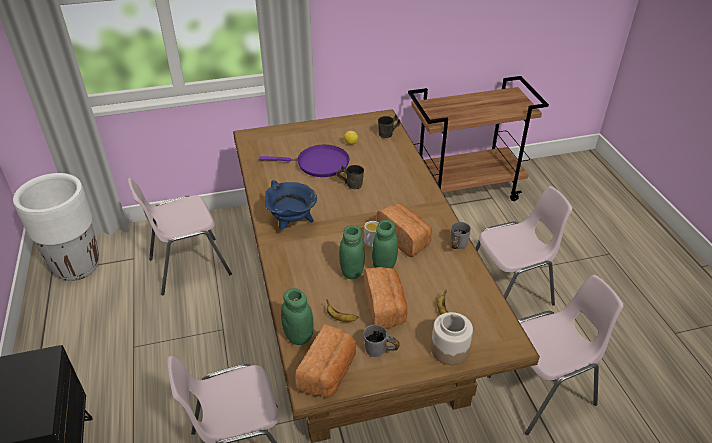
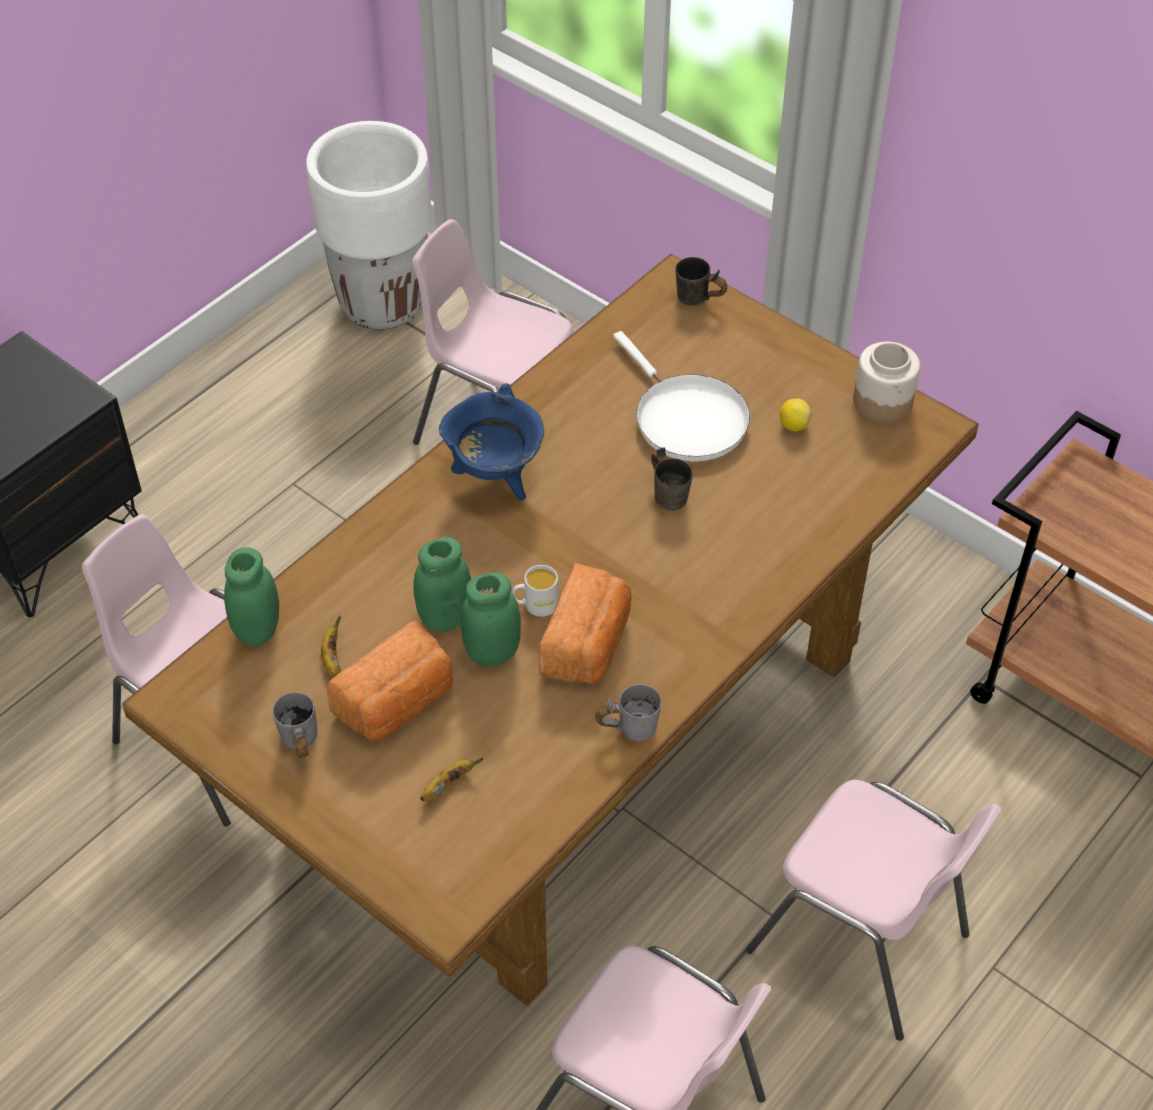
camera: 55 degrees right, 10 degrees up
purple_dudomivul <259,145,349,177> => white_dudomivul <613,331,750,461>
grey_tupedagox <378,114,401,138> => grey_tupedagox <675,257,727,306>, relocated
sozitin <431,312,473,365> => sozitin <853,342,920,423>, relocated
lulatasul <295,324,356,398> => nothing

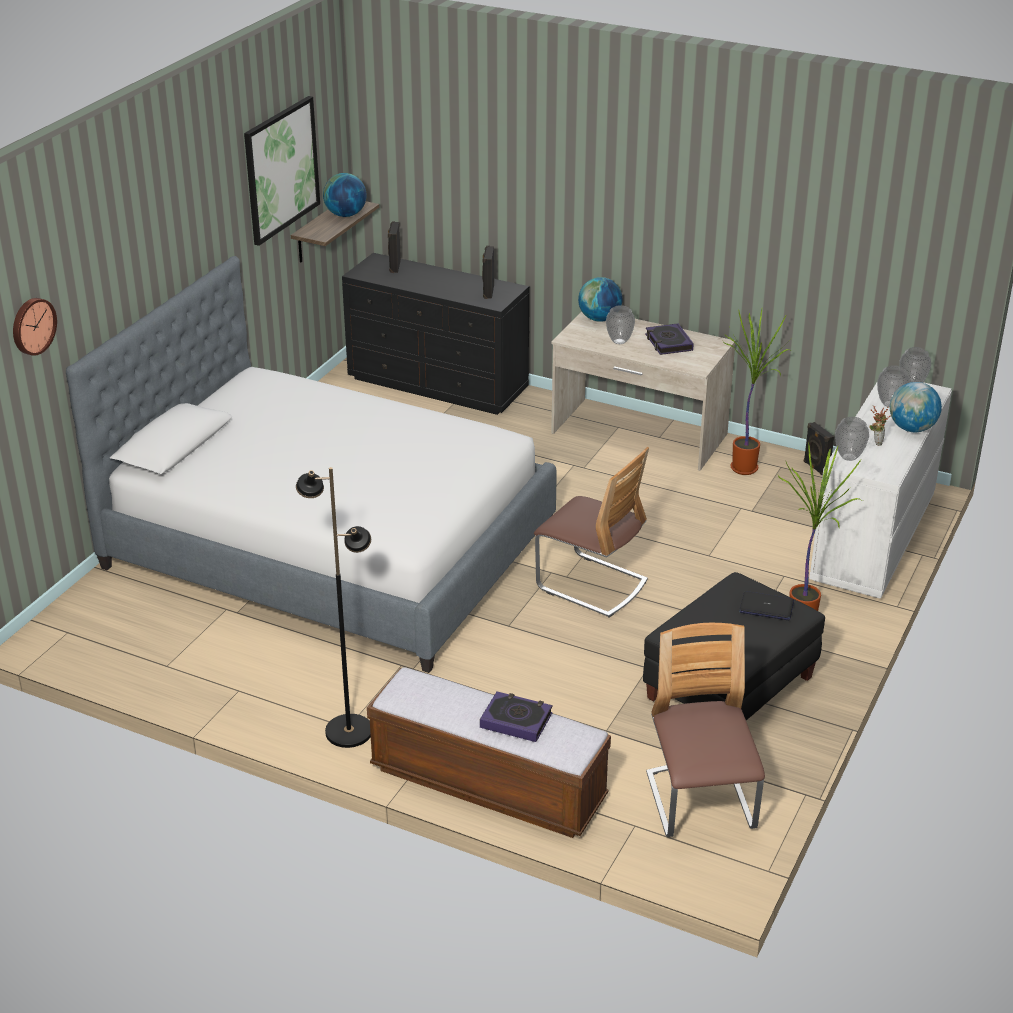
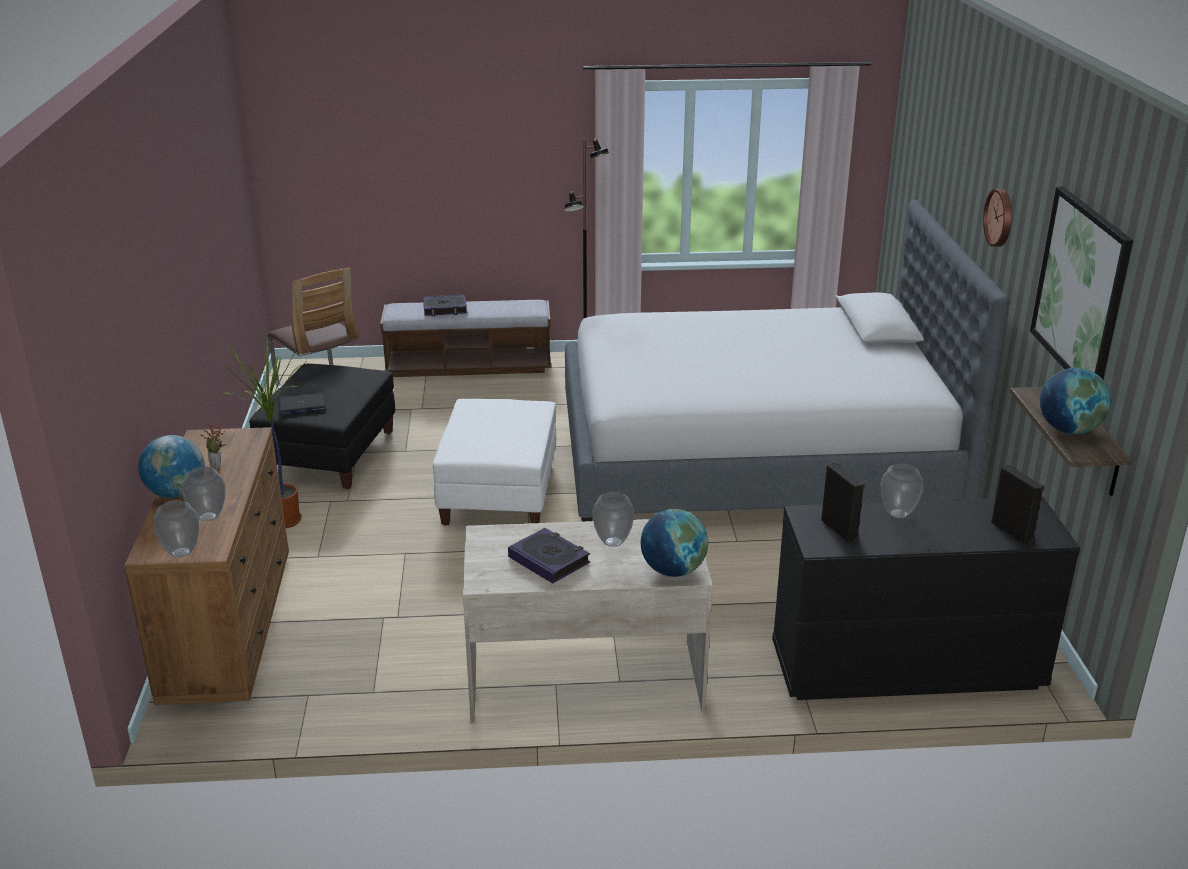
camera: 150 degrees right, 5 degrees down
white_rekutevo <809,382,952,599> => brown_rekutevo <124,427,289,705>
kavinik <534,447,649,617> => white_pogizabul <433,399,556,526>
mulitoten <835,417,869,461> => mulitoten <881,463,924,518>, relocated
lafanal <13,298,57,356> => lafanal <983,189,1012,247>, relocated
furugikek <722,309,793,475> => nothing
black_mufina <804,422,834,475> => nothing

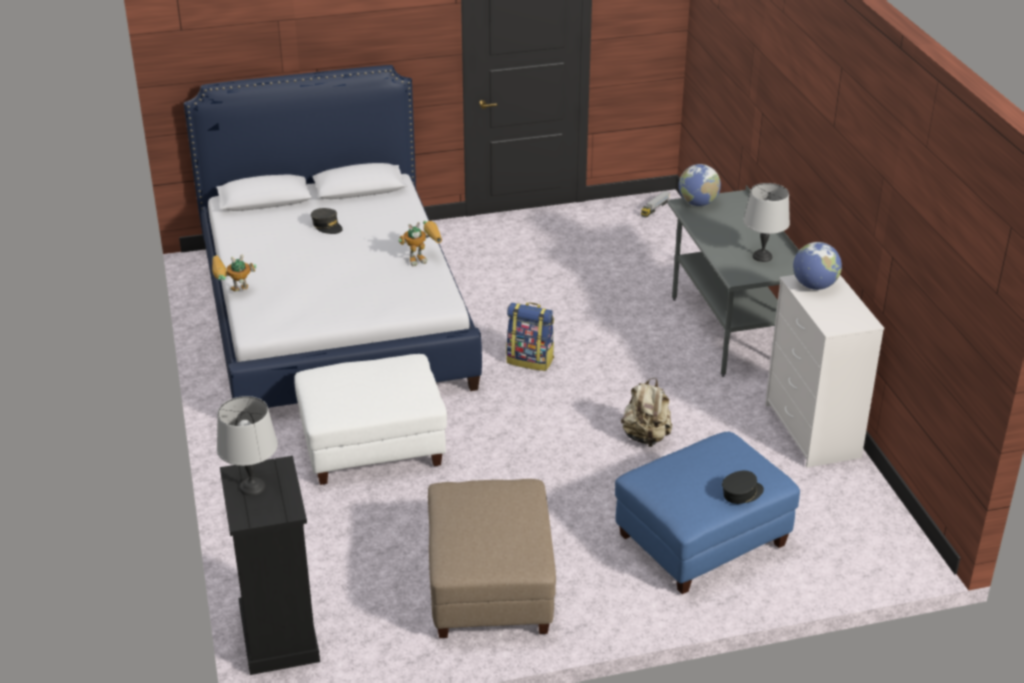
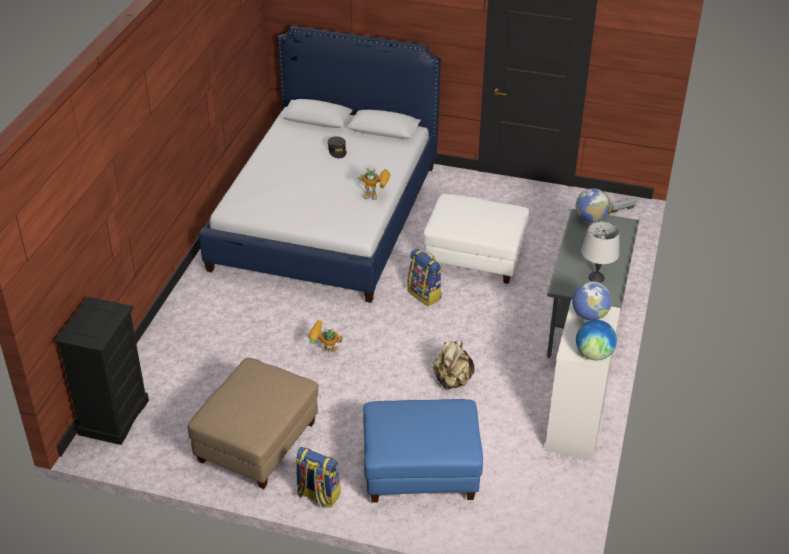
camera: 30 degrees right, 5 degrees up
nothing => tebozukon <295,447,341,508>
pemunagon <212,255,256,291> => pemunagon <308,320,344,352>, relocated
white_pogizabul <294,354,447,485> => white_pogizabul <423,194,530,284>, relocated
nothing => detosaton <576,320,617,360>
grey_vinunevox <217,396,278,496> => nothing
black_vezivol <722,471,764,504> => nothing

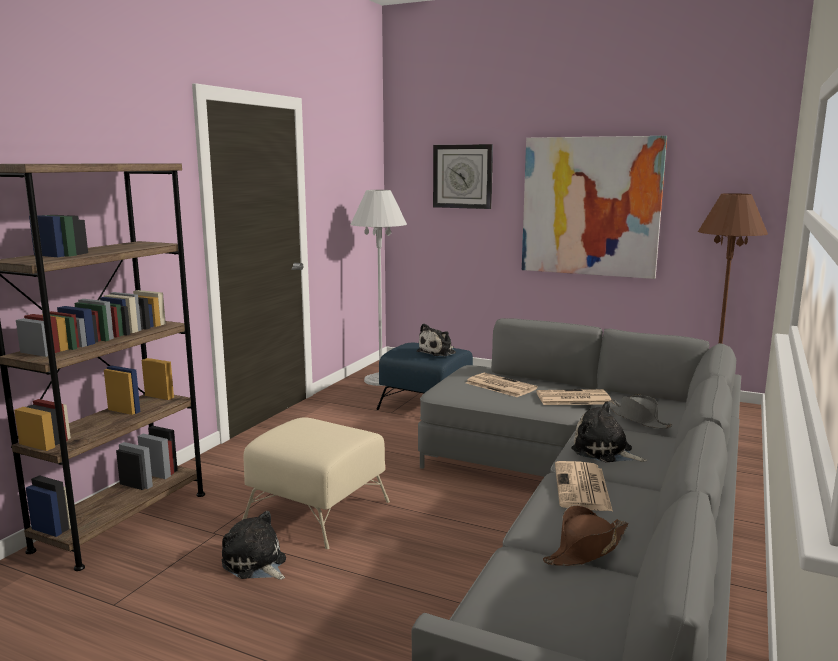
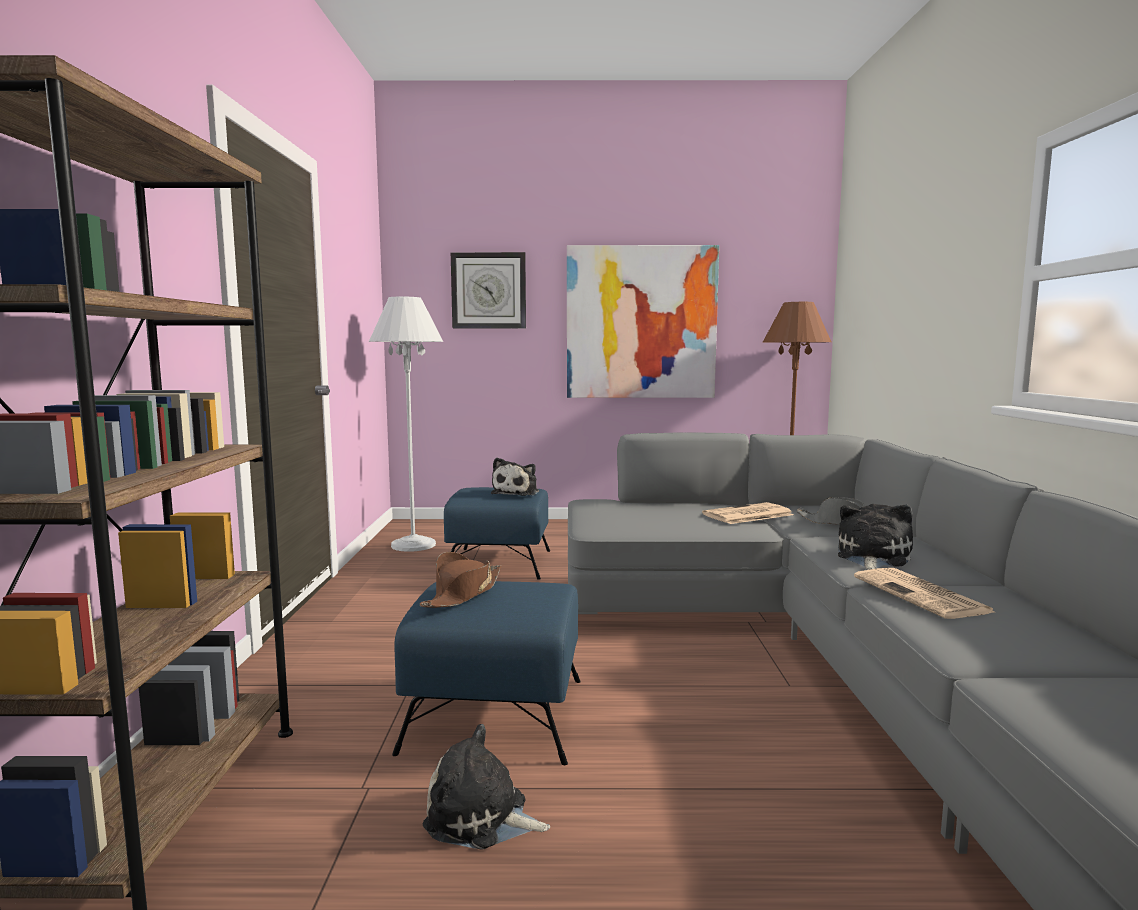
camera: 25 degrees left, 5 degrees down
beige_pogizabul <242,417,390,549> => blue_pogizabul <392,581,581,765>
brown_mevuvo <543,505,628,566> => brown_mevuvo <420,552,501,608>, relocated
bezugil <571,401,647,463> => bezugil <838,504,913,570>, 105 degrees clockwise
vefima <466,373,538,397> => nothing

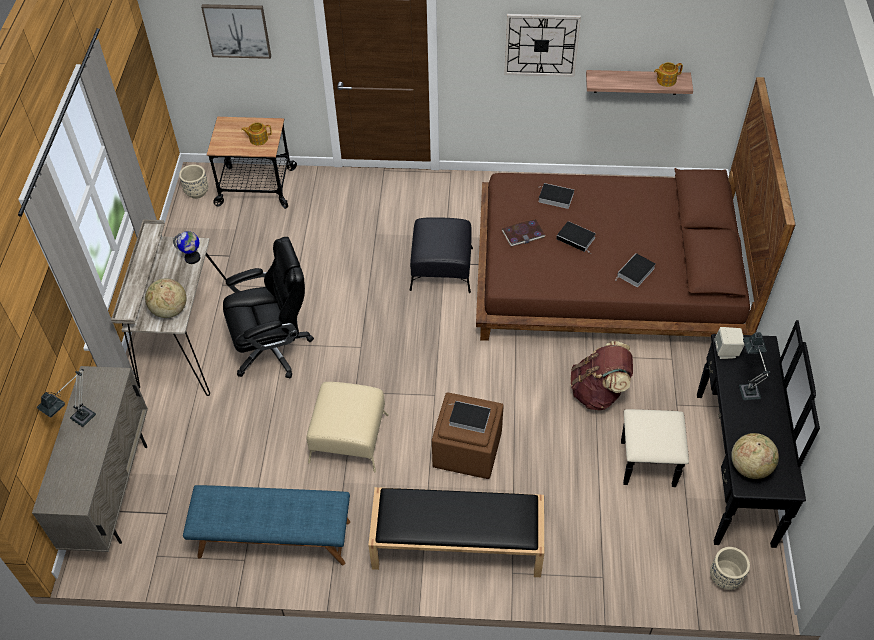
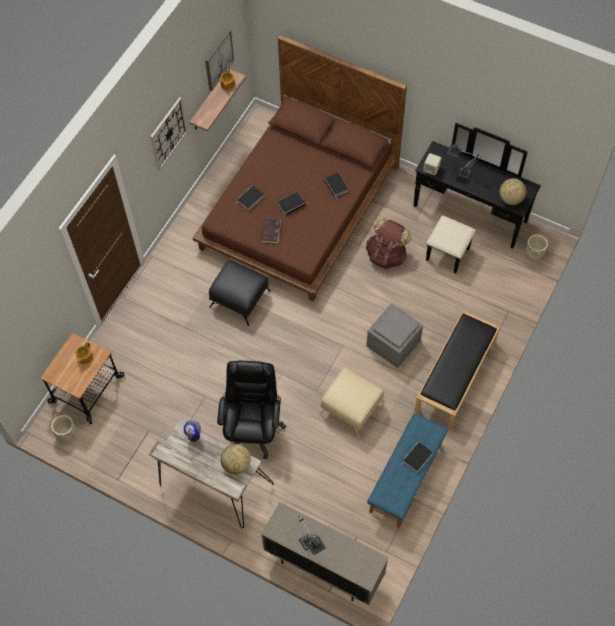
camera: 65 degrees left, 10 degrees up
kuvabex <201,4,271,59> => kuvabex <205,30,234,91>, relocated
brown_pogizabul <432,393,504,479> => grey_pogizabul <367,304,423,368>
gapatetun <449,401,490,433> => gapatetun <401,442,433,472>, relocated

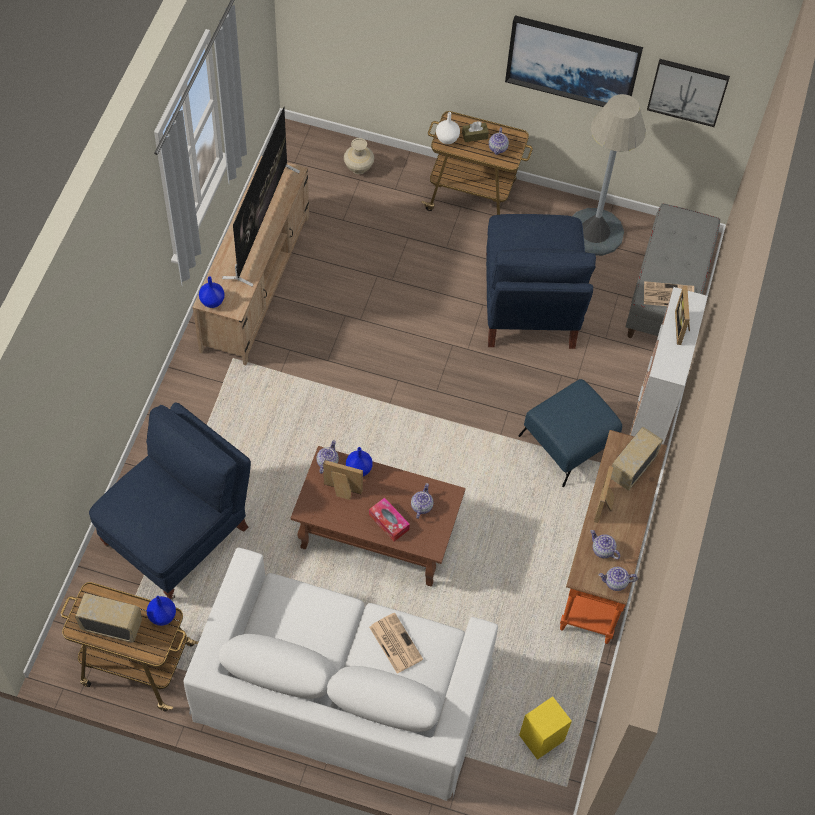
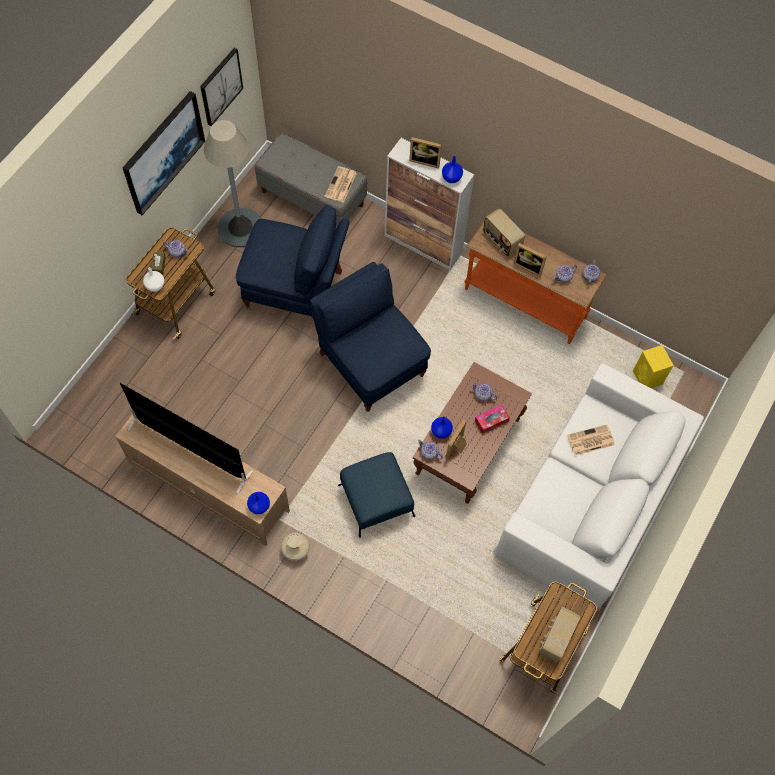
camera: 75 degrees left, 5 degrees up
beige_mulitoten <344,138,374,174> => beige_mulitoten <281,533,310,561>, relocated
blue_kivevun <89,403,251,600> => blue_kivevun <310,262,431,412>, relocated
blue_pogizabul <518,379,622,487> => blue_pogizabul <338,452,415,538>, relocated
blue_mulitoten <147,596,176,626> => blue_mulitoten <442,156,463,183>, relocated

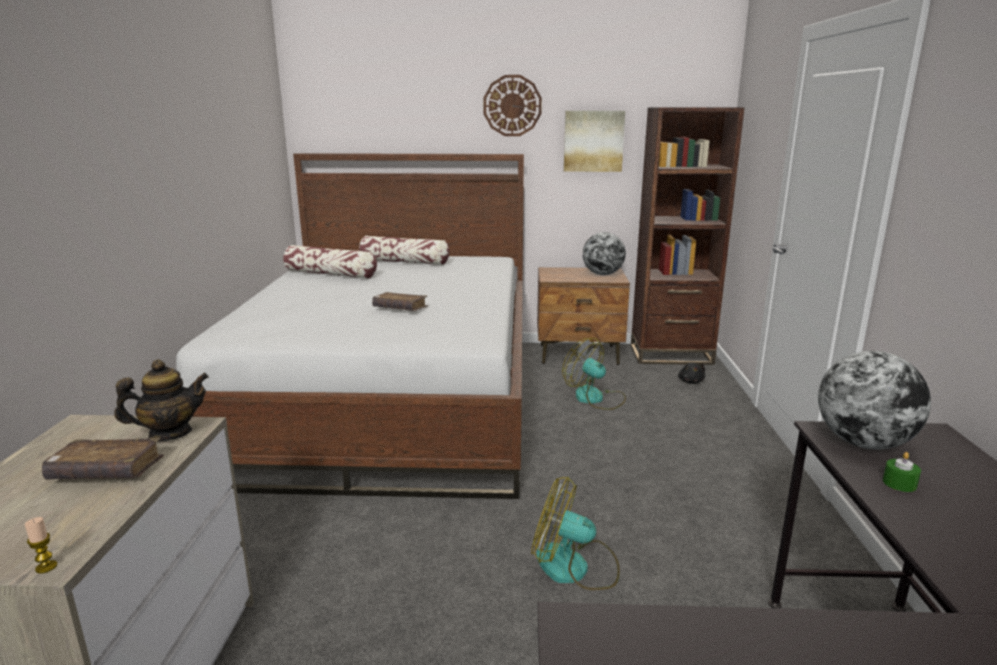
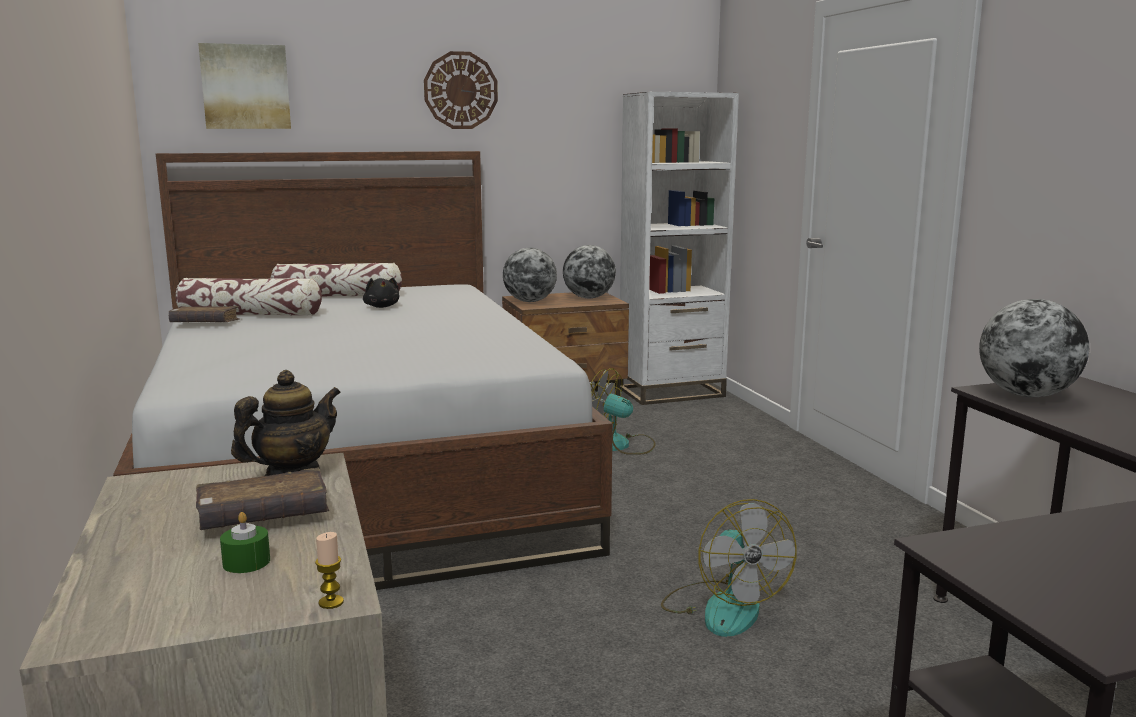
camera: 20 degrees left, 5 degrees down
brown_gapatetun <372,292,428,311> => brown_gapatetun <169,306,240,322>, relocated
kuvabex <564,111,625,172> => kuvabex <198,43,291,129>, relocated
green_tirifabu <883,452,921,492> => green_tirifabu <220,512,270,573>, relocated
black_bezugil <678,363,705,384> => black_bezugil <363,277,399,308>, relocated
nothing => detosaton <503,248,557,302>
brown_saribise <631,107,744,365> => white_saribise <619,92,739,405>
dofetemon <531,477,620,590> => dofetemon <661,499,797,637>, 105 degrees counterclockwise

